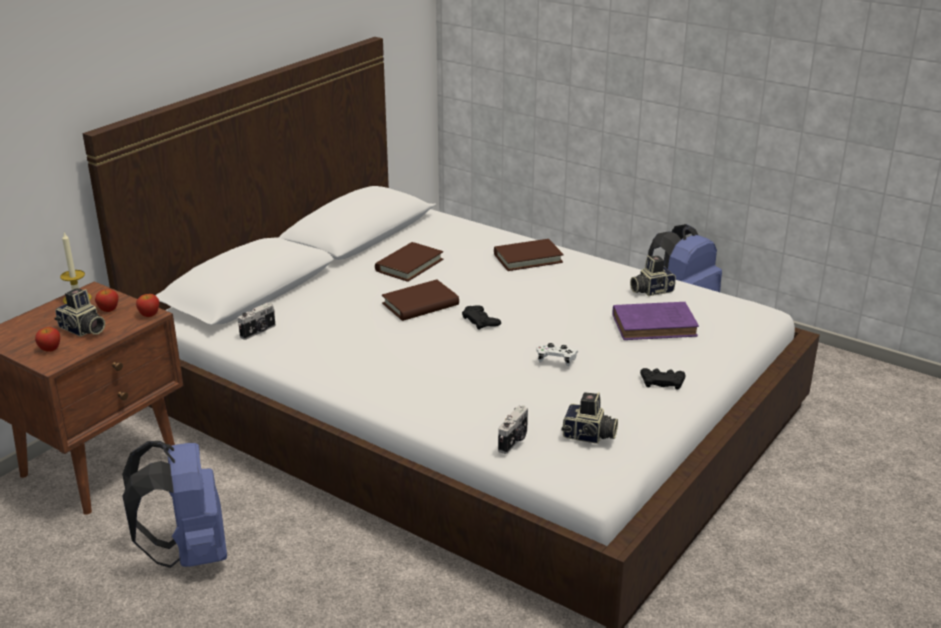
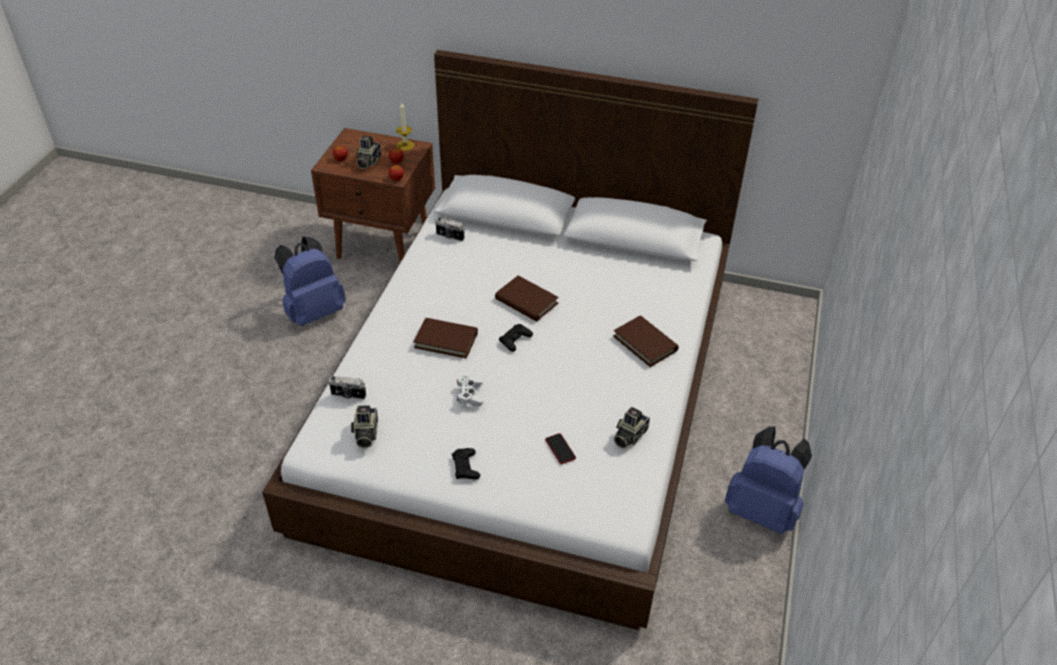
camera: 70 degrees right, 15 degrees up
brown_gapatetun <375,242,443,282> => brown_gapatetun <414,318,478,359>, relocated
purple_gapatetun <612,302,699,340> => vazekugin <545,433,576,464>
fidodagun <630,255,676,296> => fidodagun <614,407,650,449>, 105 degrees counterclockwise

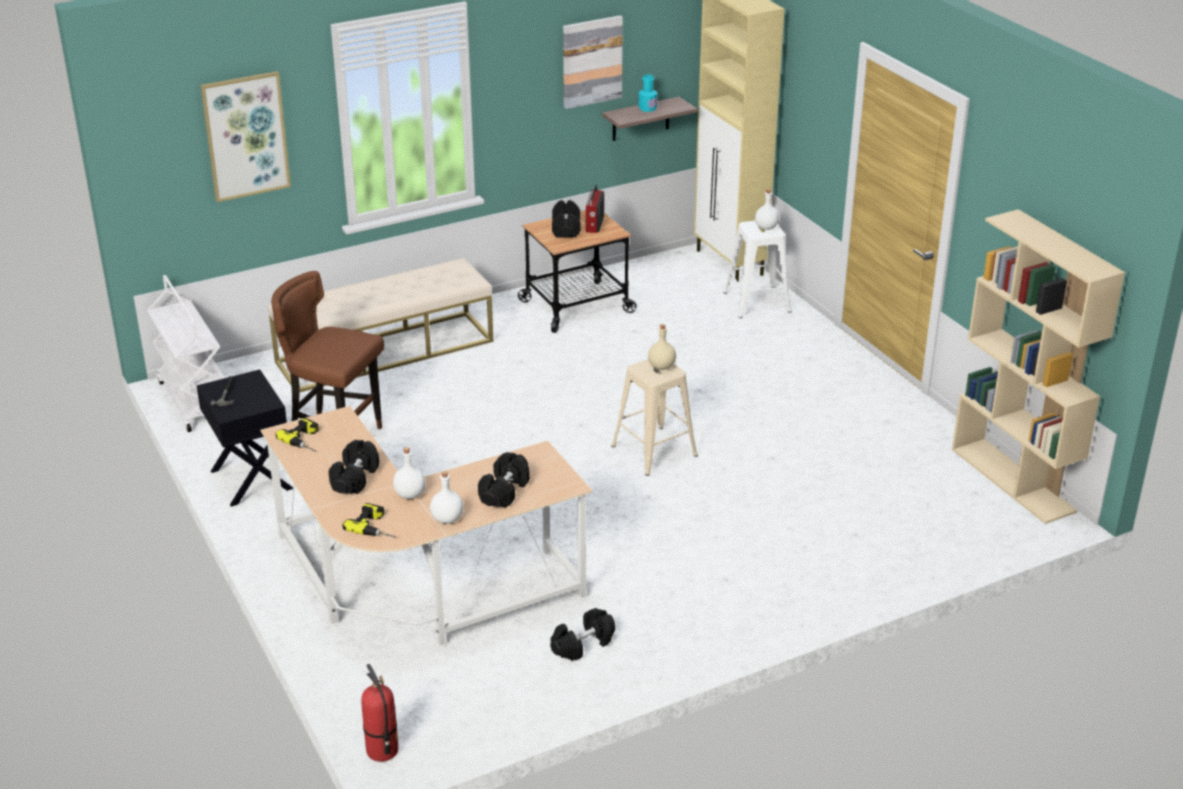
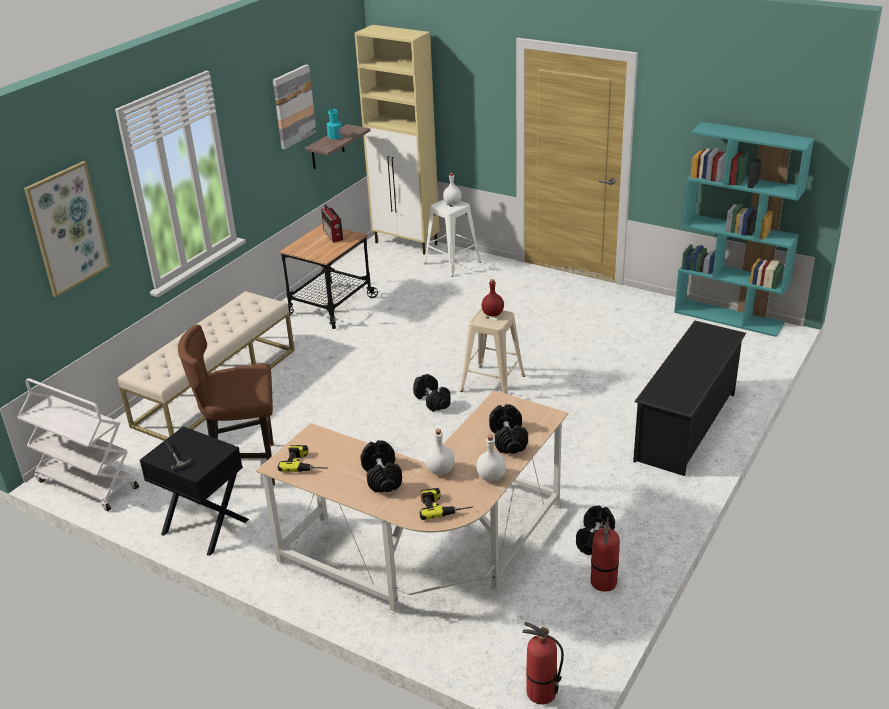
camera: 30 degrees left, 0 degrees up
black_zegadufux <552,200,580,237> => black_zegadufux <413,374,451,412>, relocated
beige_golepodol <648,324,676,370> => red_golepodol <482,279,504,316>
nothing => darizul <591,517,620,592>
nothing => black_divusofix <633,321,746,476>
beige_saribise <952,209,1125,524> => turquoise_saribise <674,122,814,337>

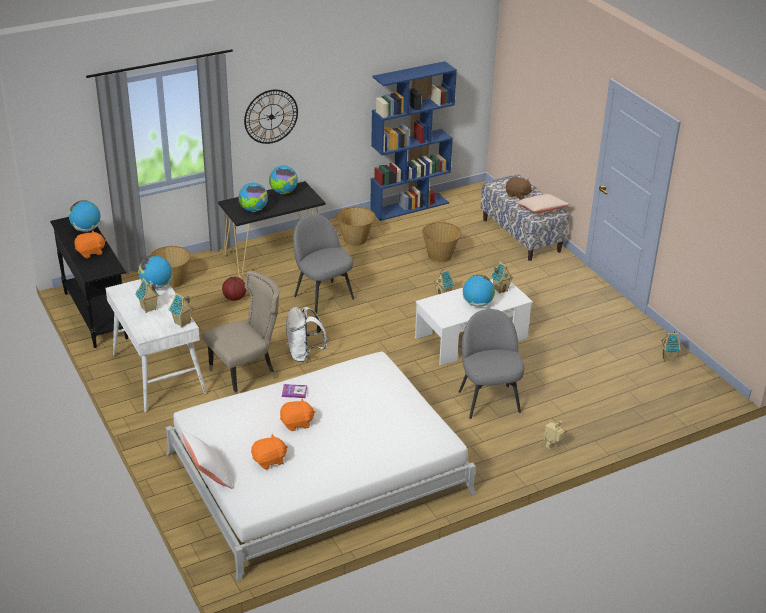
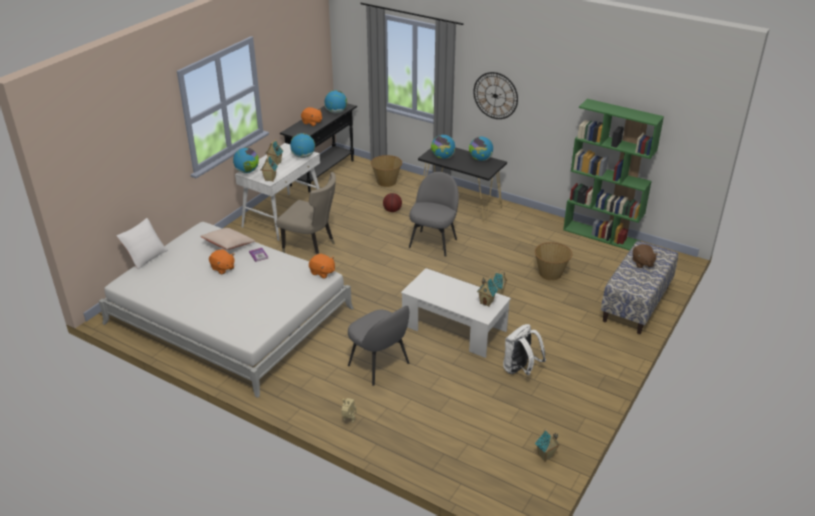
camera: 60 degrees right, 0 degrees up
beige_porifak <516,194,569,213> => beige_porifak <200,228,255,250>, relocated
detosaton <462,275,495,307> => detosaton <233,148,259,173>, relocated
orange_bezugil <251,434,288,470> => orange_bezugil <309,254,335,279>, relocated
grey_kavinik <459,309,524,419> => grey_kavinik <348,306,409,386>, 90 degrees clockwise
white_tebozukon <286,307,327,362> => white_tebozukon <503,324,546,375>, relocated
blue_saribise <370,61,457,221> => green_saribise <563,99,664,250>
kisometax <337,207,376,246> => nothing

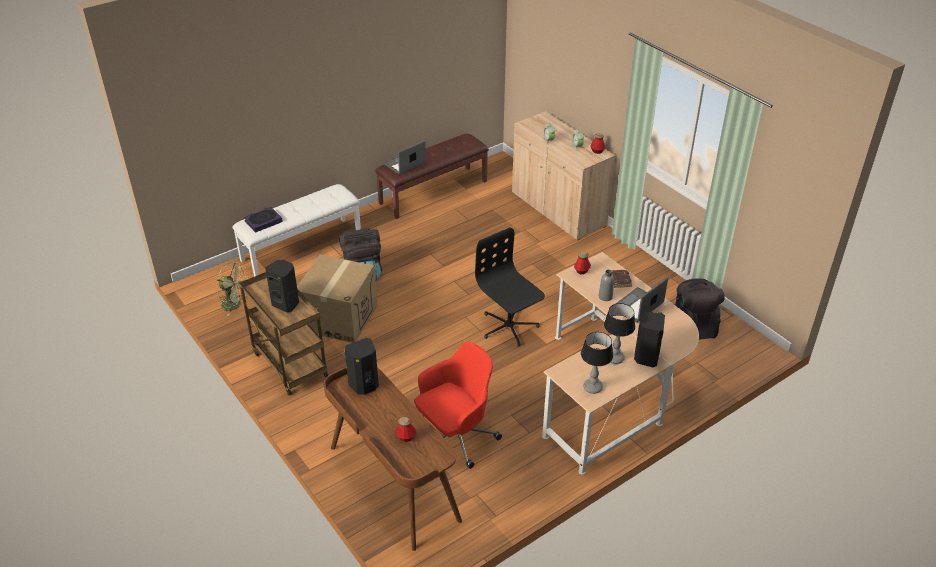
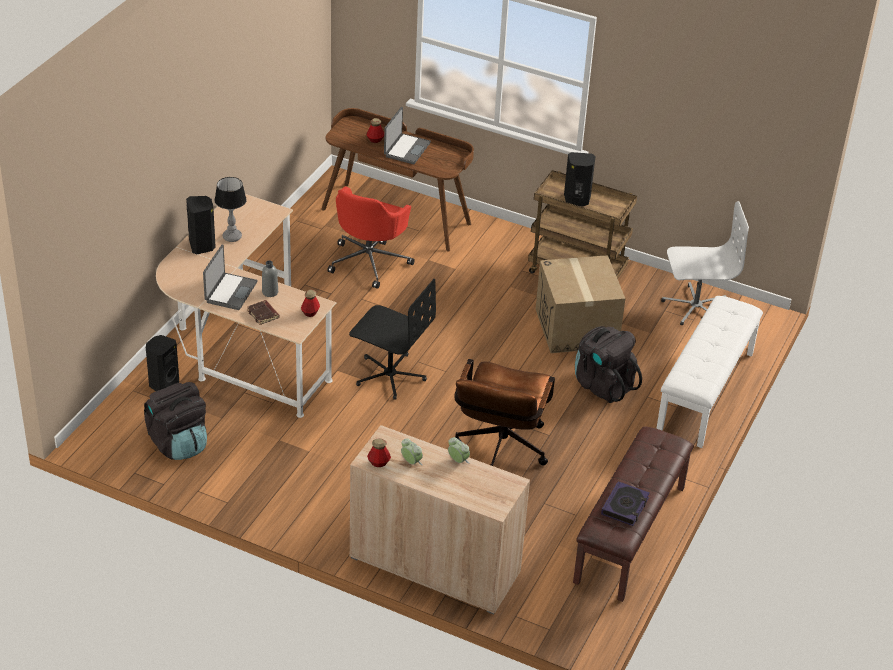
camera: 150 degrees right, 0 degrees up
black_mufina <345,338,379,395> => black_mufina <146,335,179,391>, relocated
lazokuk <385,140,426,175> => lazokuk <384,107,431,164>, relocated
nothing => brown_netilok <454,359,555,466>
gapatetun <244,207,283,233> => gapatetun <601,481,650,526>, relocated
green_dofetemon <217,262,250,316> => white_netilok <661,201,749,325>
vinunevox <581,332,613,394> => nothing

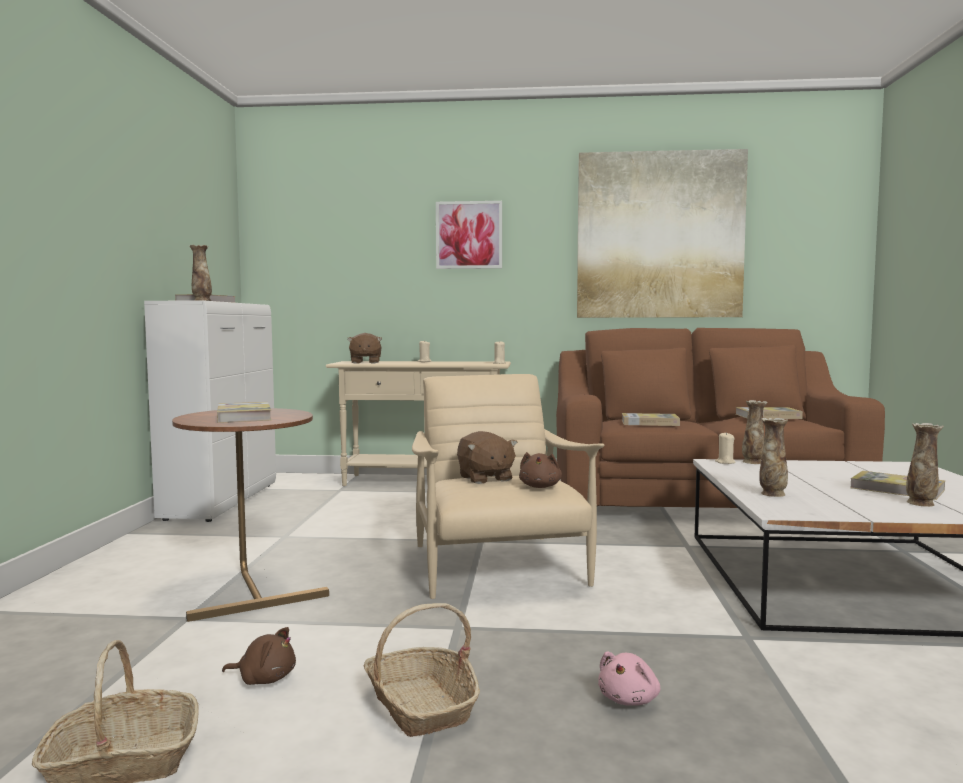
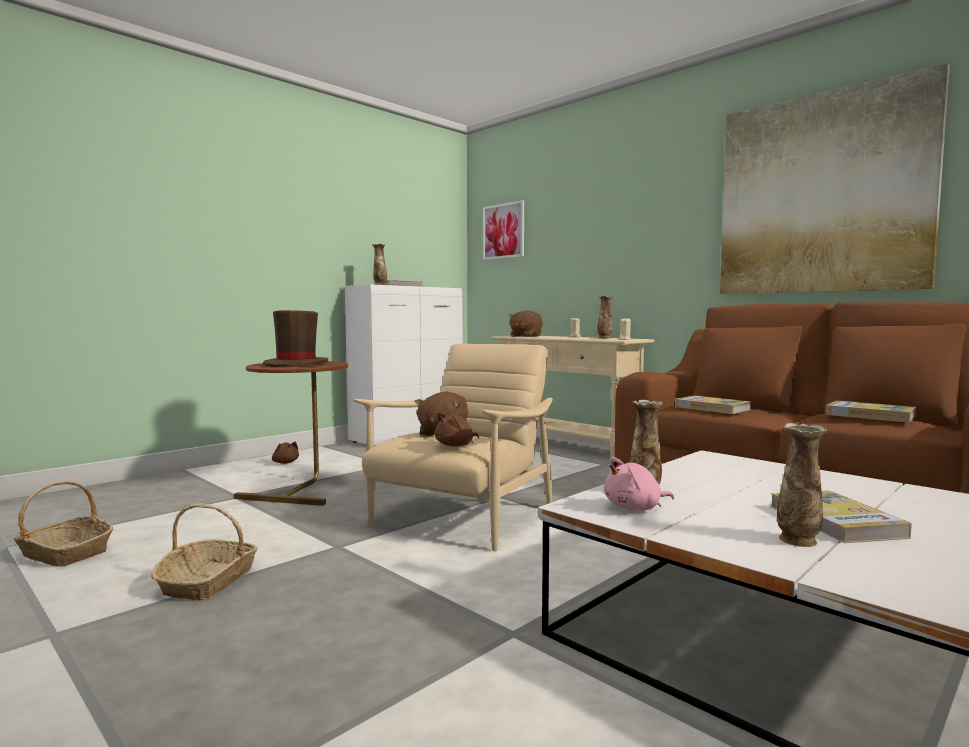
camera: 40 degrees right, 0 degrees up
gapatetun <217,402,272,423> => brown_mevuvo <263,310,328,367>
brown_bezugil <222,627,296,685> => brown_bezugil <272,442,299,464>, relocated
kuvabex <436,201,502,269> => kuvabex <483,200,524,260>, relocated
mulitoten <742,400,767,464> => mulitoten <597,296,613,338>, relocated
pink_bezugil <598,651,660,706> => pink_bezugil <604,457,674,511>, relocated
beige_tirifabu <715,432,736,464> => nothing

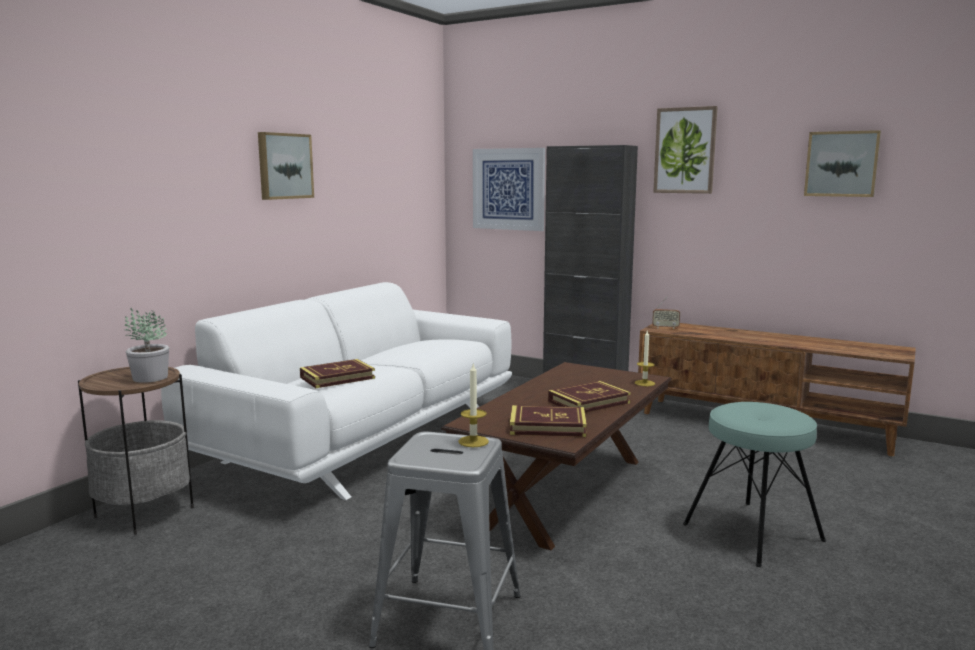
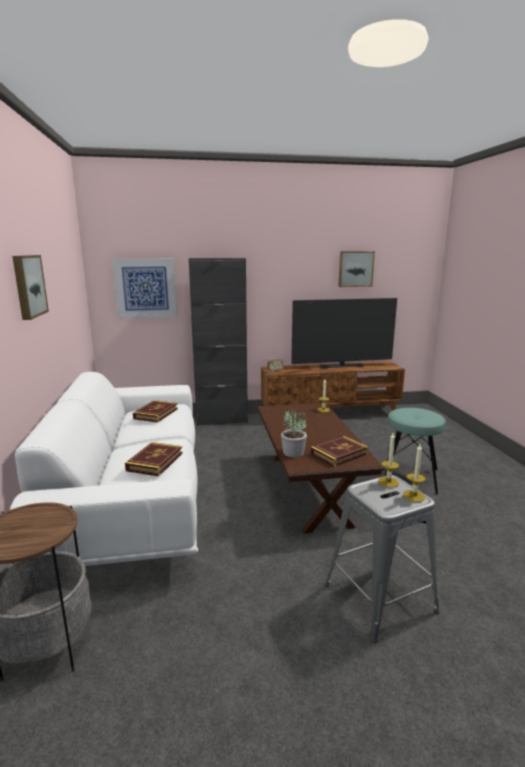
camera: 40 degrees left, 5 degrees up
gapatetun <548,381,631,413> => gapatetun <133,400,178,423>, relocated
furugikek <125,308,169,383> => furugikek <281,409,307,457>, relocated
nothing => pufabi <291,298,397,368>
nothing => tirifabu <403,444,426,502>
kuvabex <653,106,718,194> => nothing

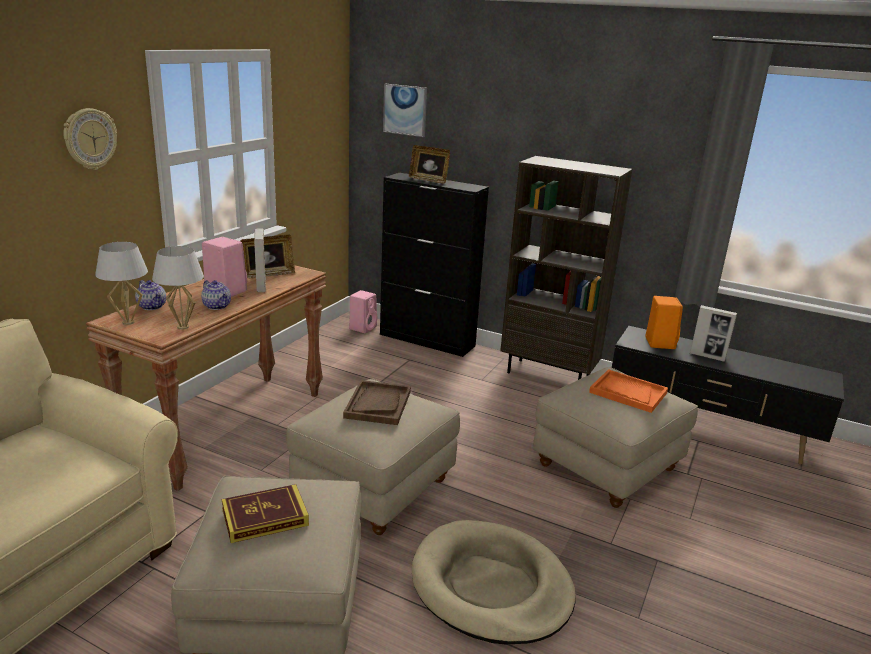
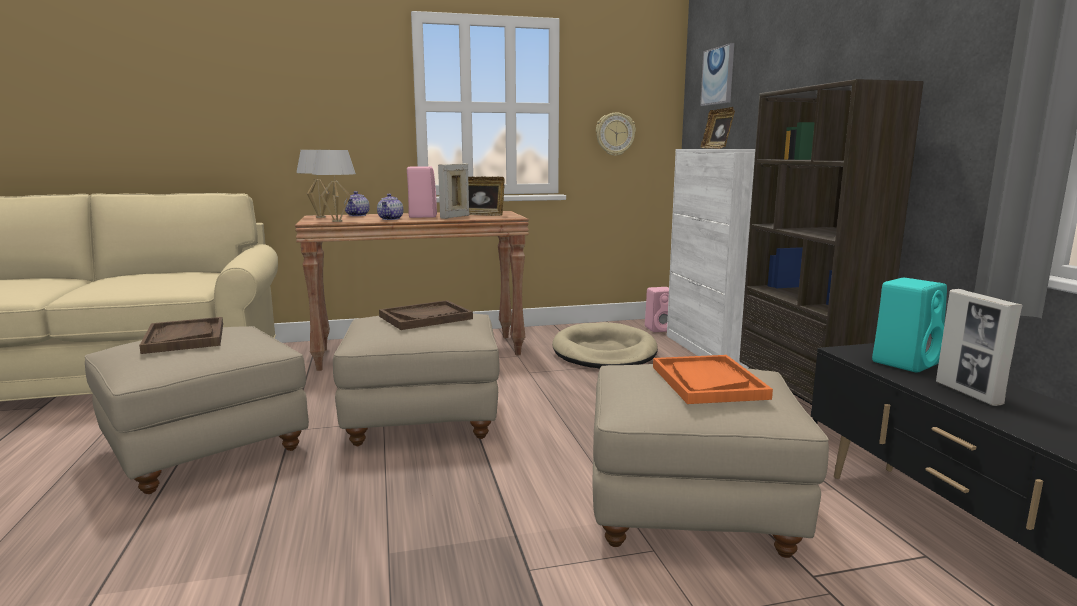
camera: 50 degrees right, 10 degrees down
gapatetun <222,484,309,543> => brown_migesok <139,317,223,354>
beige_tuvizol <412,520,576,645> => beige_tuvizol <552,322,658,368>, relocated
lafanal <63,108,117,170> => lafanal <596,112,636,156>, relocated
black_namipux <380,173,489,357> => white_namipux <667,149,755,368>
orange_mufina <645,296,683,349> => turquoise_mufina <872,278,947,373>

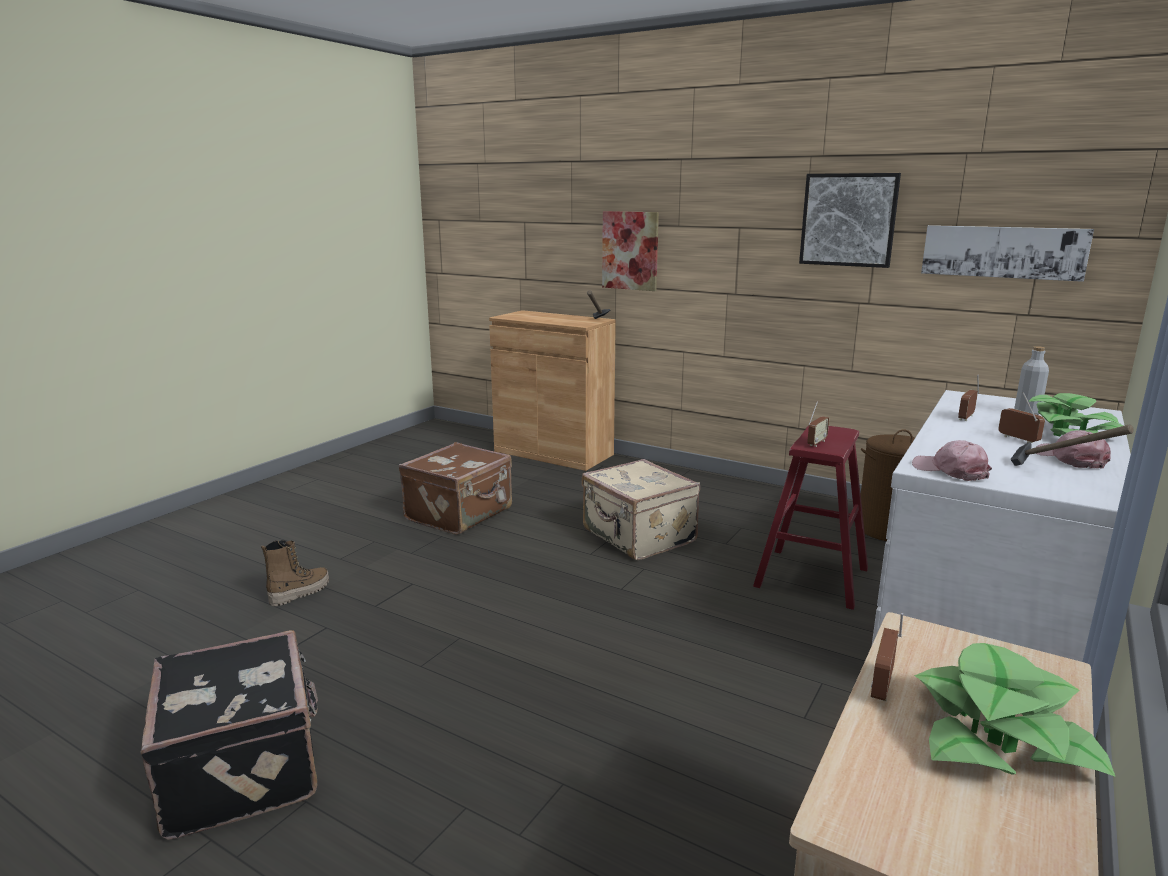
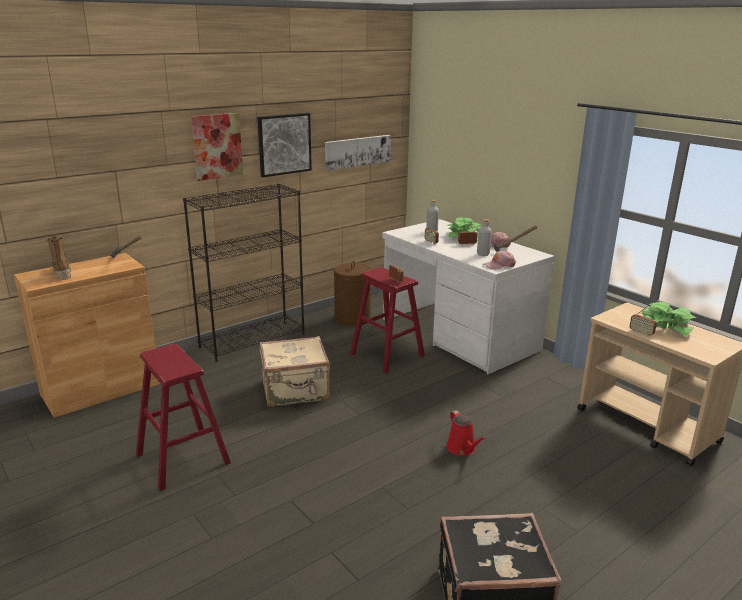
camera: 70 degrees left, 5 degrees up
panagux <261,540,329,606> => panagux <46,237,71,280>, relocated
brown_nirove <399,442,512,535> => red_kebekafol <136,344,231,491>
nothing => black_saribise <183,183,305,362>
kuvabex <602,211,659,291> => kuvabex <191,113,243,181>, relocated
nothing => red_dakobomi <446,410,486,456>
nothing => grey_golepodol <477,219,492,256>

